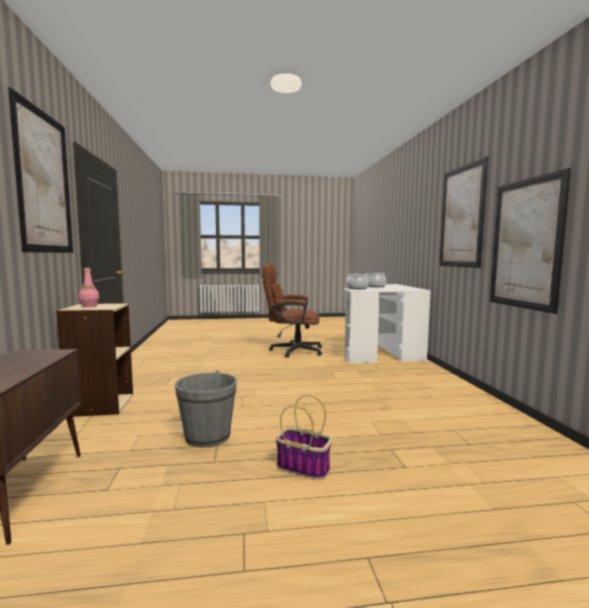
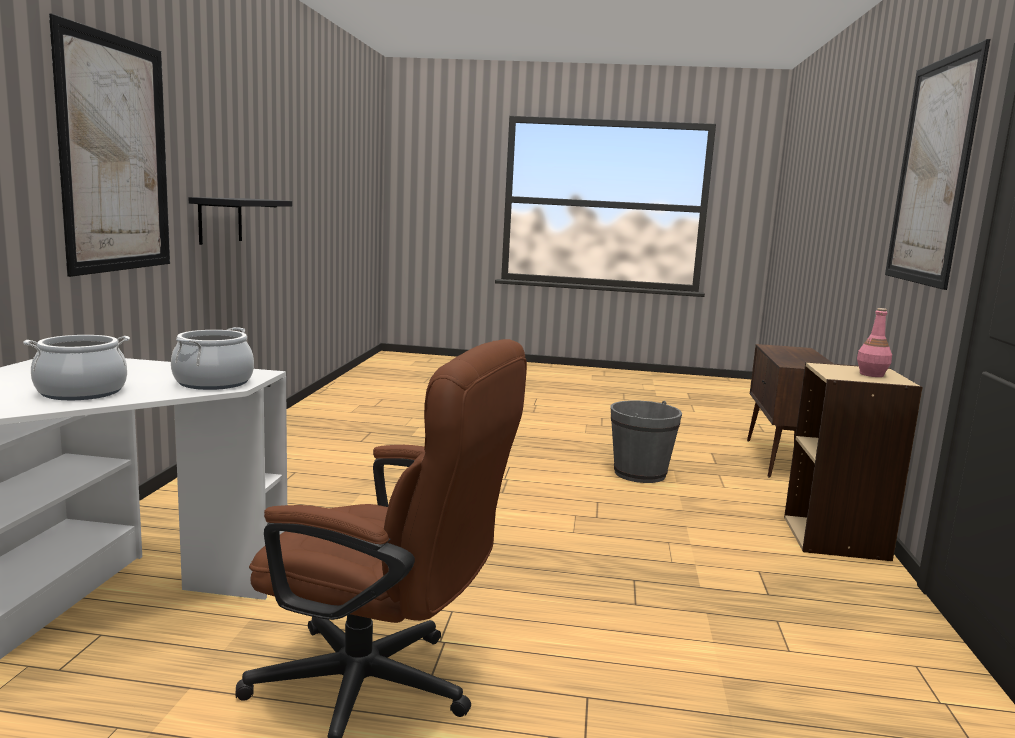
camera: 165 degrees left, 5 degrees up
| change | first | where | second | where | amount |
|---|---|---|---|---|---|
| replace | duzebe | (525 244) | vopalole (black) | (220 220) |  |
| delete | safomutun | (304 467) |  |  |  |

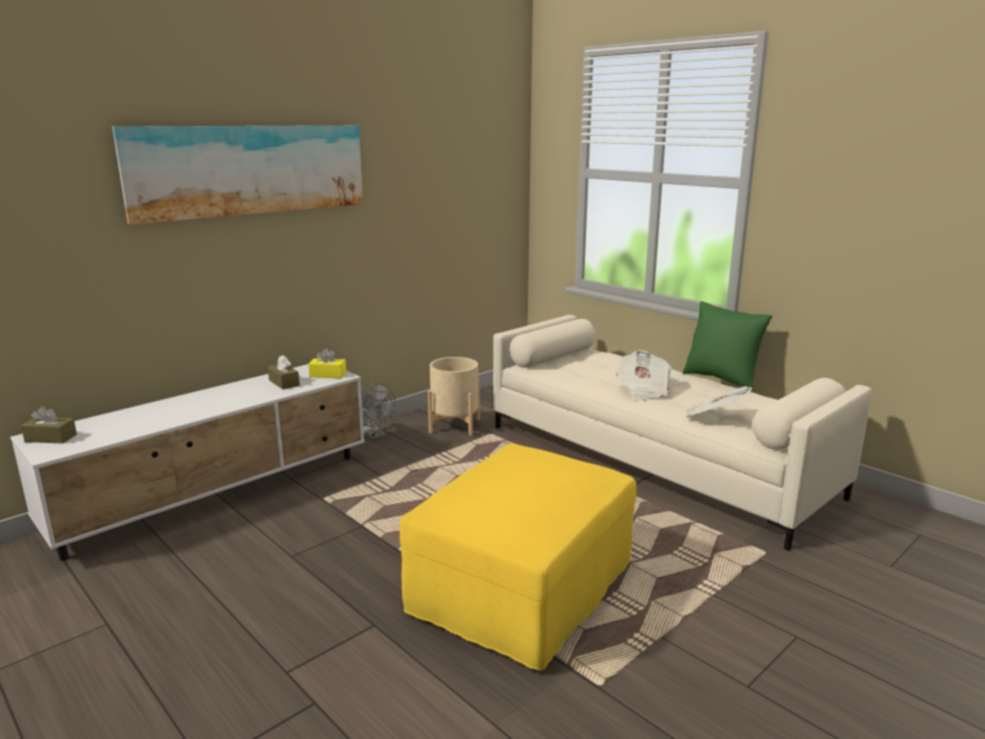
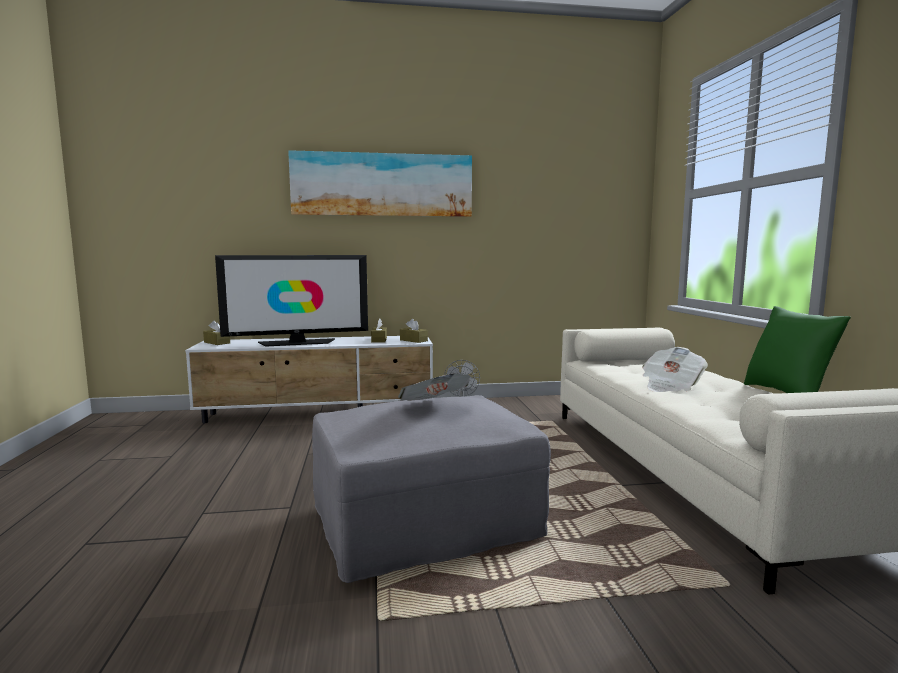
camera: 35 degrees right, 10 degrees down
| change | first | where | second | where | amount |
|---|---|---|---|---|---|
| recolor | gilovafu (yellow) | (328 375) | gilovafu (brown) | (413 340) |  |
| delete | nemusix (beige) | (455 425) |  |  |  |
| move | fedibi | (714 417) |  | (433 408) |  |
| recolor | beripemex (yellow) | (523 590) | beripemex (grey) | (424 525) |  |
| insert |  |  | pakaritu | (297 343) |  |

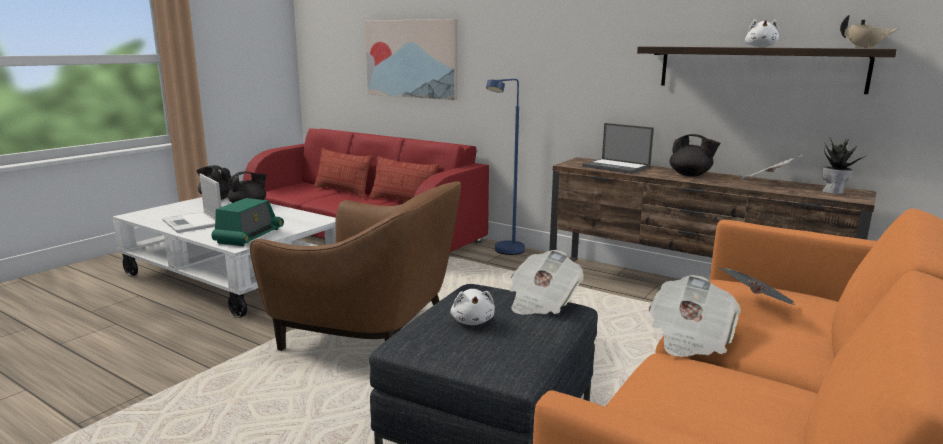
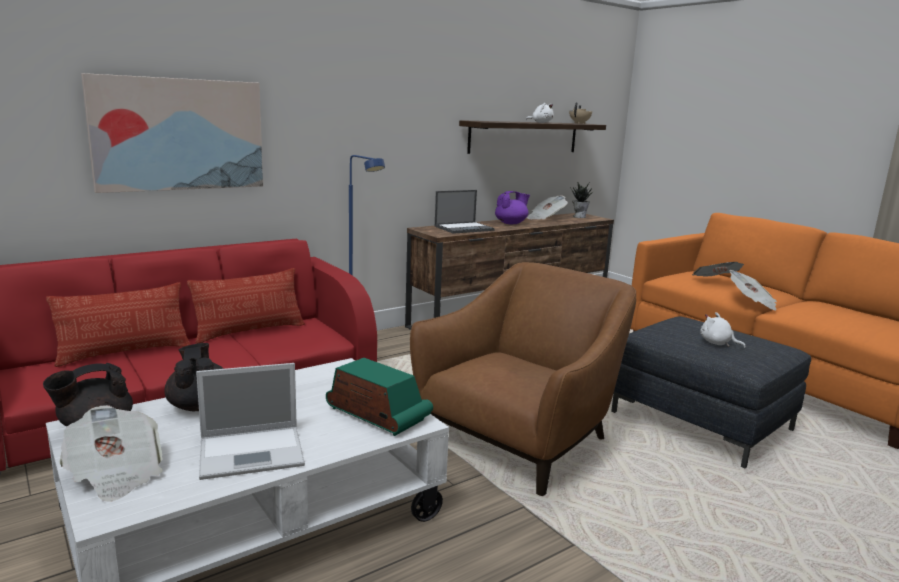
camera: 70 degrees left, 0 degrees up
| change | first | where | second | where | amount |
|---|---|---|---|---|---|
| recolor | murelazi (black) | (690 175) | murelazi (purple) | (511 223) |  |
| move | fedibi | (541 302) |  | (115 474) |  |
| rotate | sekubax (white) | (472 321) |  | (717 343) | 150 degrees counterclockwise |

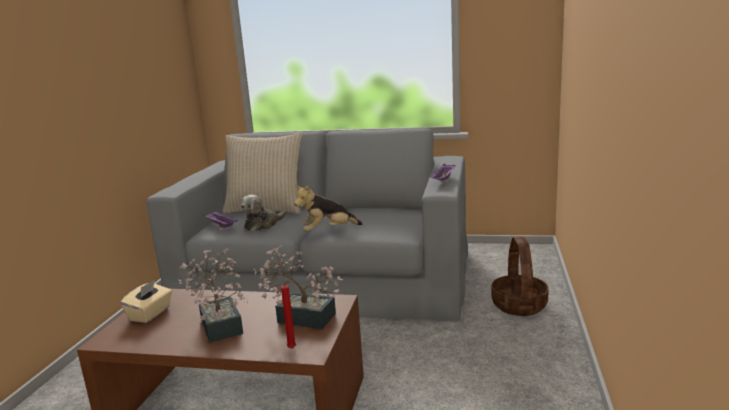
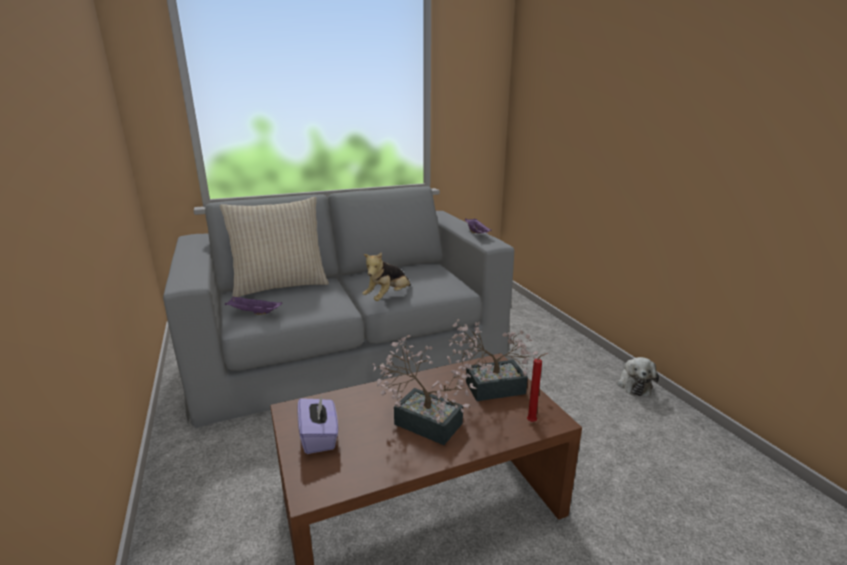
camera: 35 degrees left, 5 degrees up
| change | first | where | second | where | amount |
|---|---|---|---|---|---|
| move | sekubax | (263 225) |  | (634 384) |  |
| delete | safomutun | (519 305) |  |  |  |
| recolor | gilovafu (beige) | (150 314) | gilovafu (purple) | (319 437) |  |

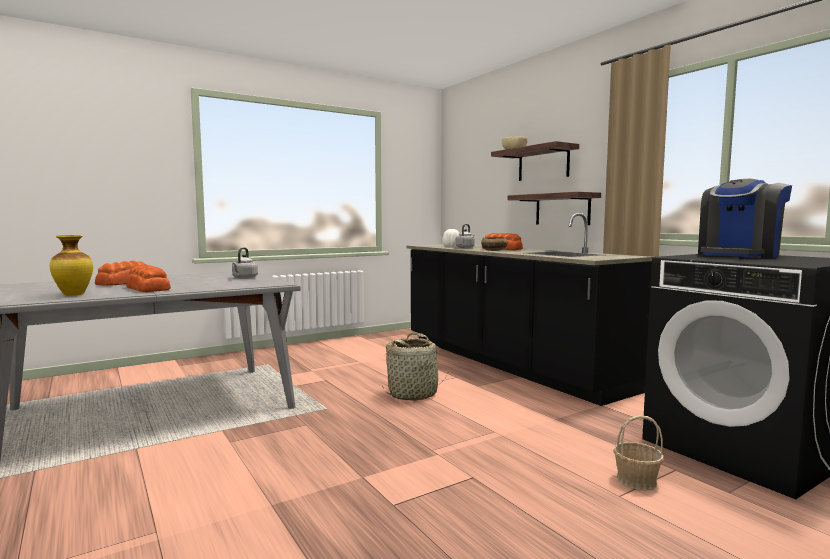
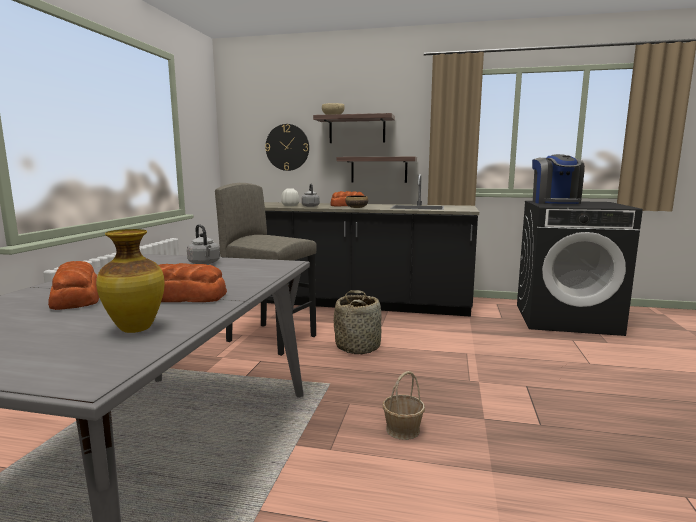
camera: 45 degrees left, 5 degrees up
| change | first | where | second | where | amount |
|---|---|---|---|---|---|
| move | safomutun | (636 480) |  | (402 429) |  |
| insert |  |  | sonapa | (287 147) |  |
| insert |  |  | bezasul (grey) | (271 338) |  |

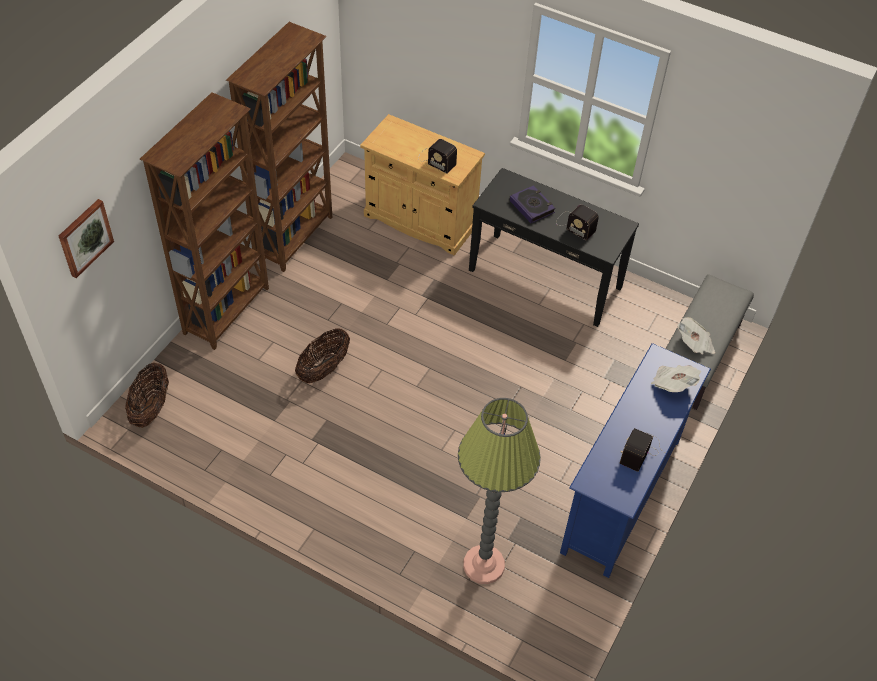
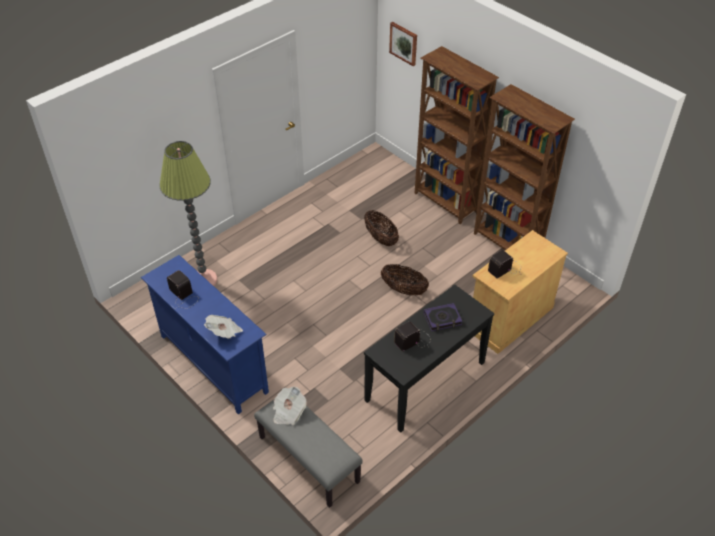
camera: 110 degrees right, 5 degrees down
| change | first | where | second | where | amount |
|---|---|---|---|---|---|
| move | safomutun | (151 408) |  | (404 290) |  |

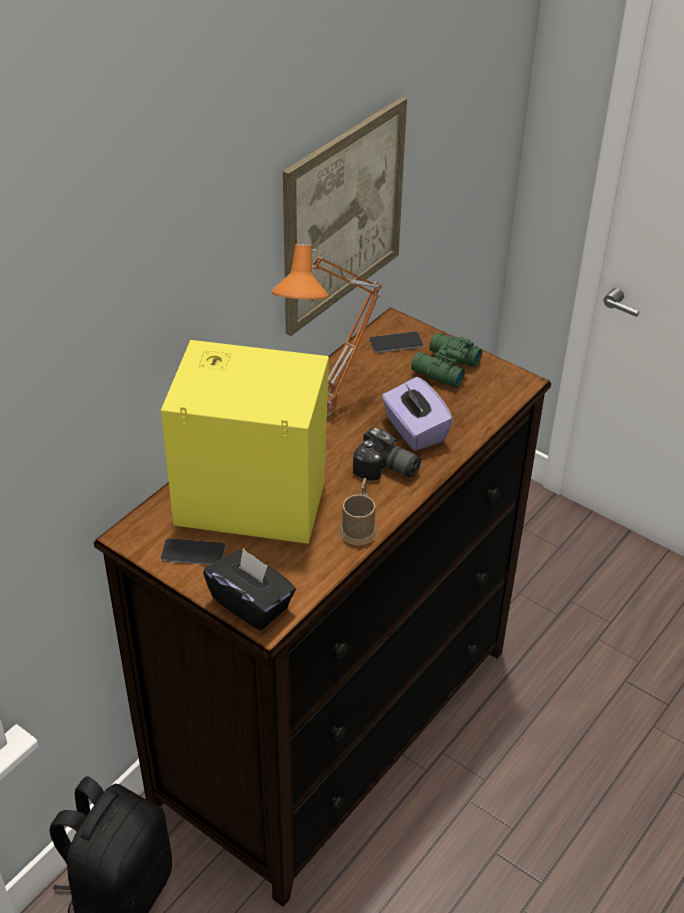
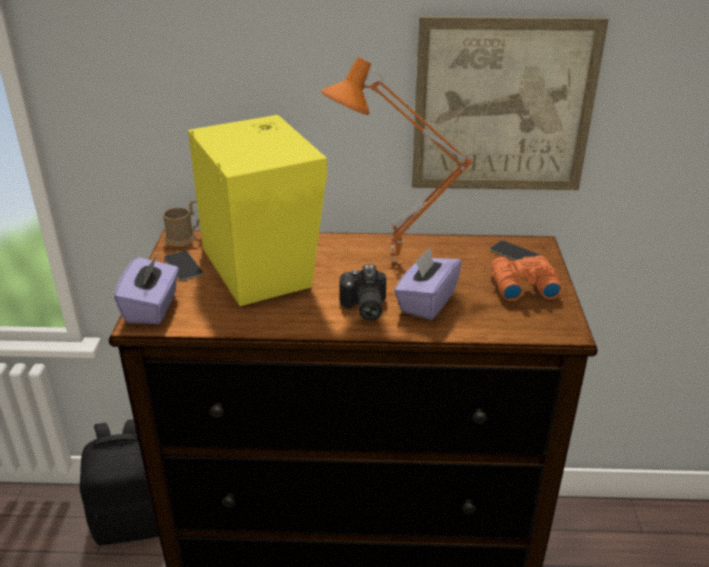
camera: 55 degrees right, 10 degrees down
| change | first | where | second | where | amount |
|---|---|---|---|---|---|
| recolor | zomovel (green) | (443 368) | zomovel (orange) | (522 286) |  |
| move | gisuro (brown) | (359 526) |  | (185 237) |  |
| recolor | gilovafu (black) | (251 604) | gilovafu (purple) | (152 308) |  |

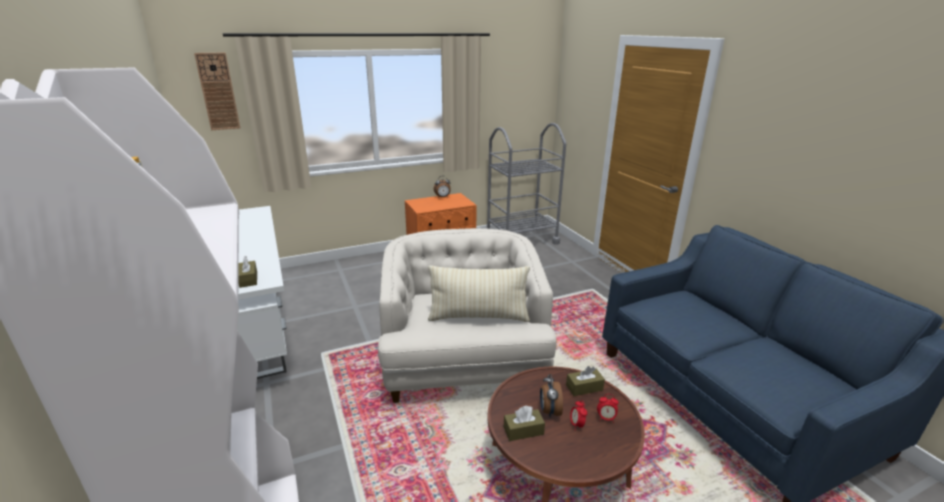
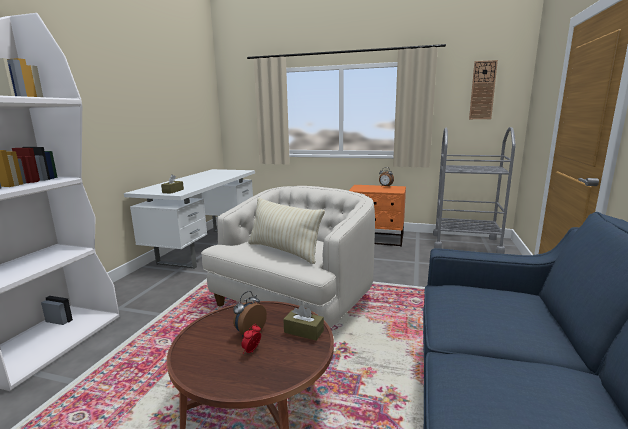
camera: 40 degrees right, 10 degrees down
| change | first | where | second | where | amount |
|---|---|---|---|---|---|
| move | sonapa | (218 92) |  | (482 90) |  |
| delete | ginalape | (606 418) |  |  |  |
| delete | gilovafu (brown) | (523 430) |  |  |  |

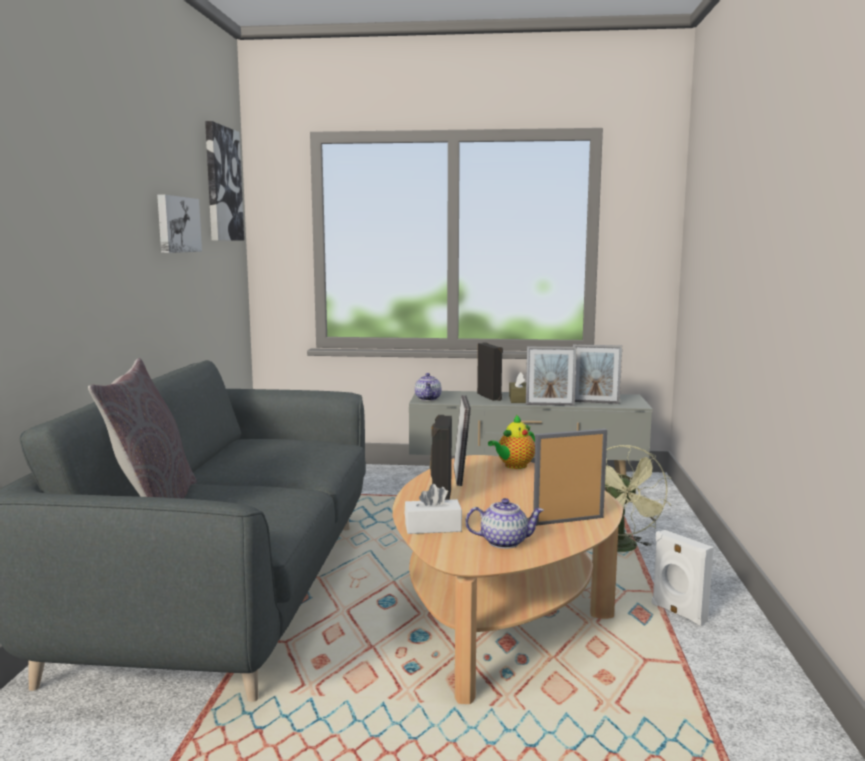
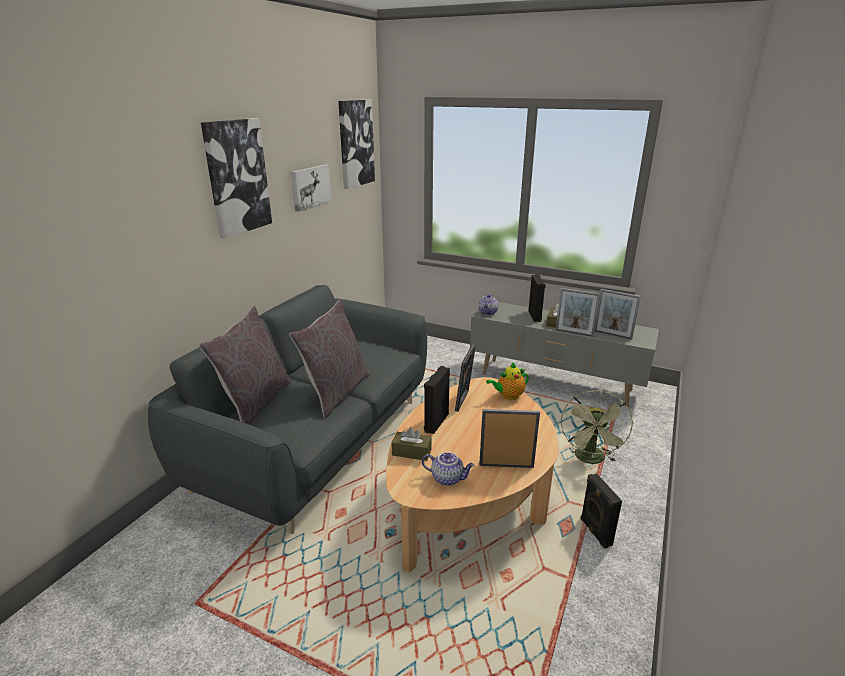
camera: 20 degrees right, 15 degrees up
| change | first | where | second | where | amount |
|---|---|---|---|---|---|
| recolor | gilovafu (white) | (433 527) | gilovafu (brown) | (411 452) |  |
| recolor | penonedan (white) | (677 613) | penonedan (black) | (594 532) |  |
| insert |  |  | duzebe | (237 177) |  |
| insert |  |  | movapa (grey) | (336 392) |  |

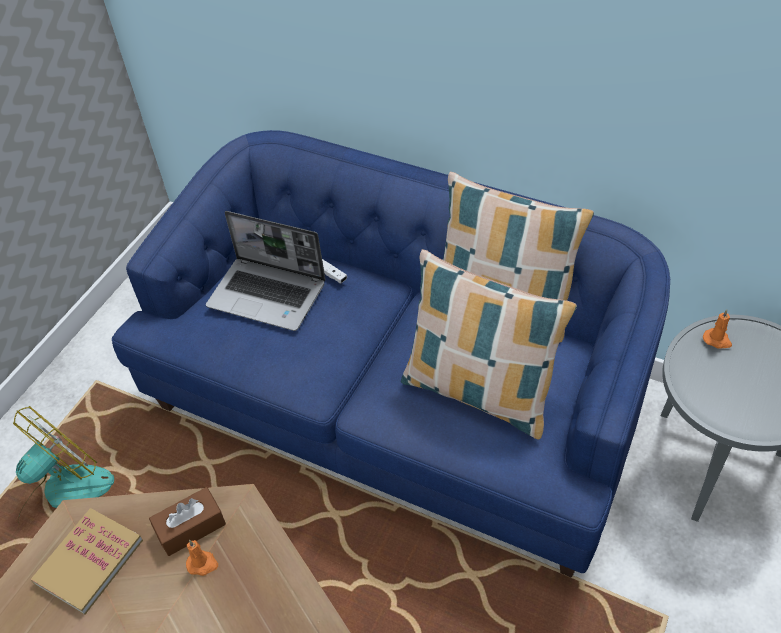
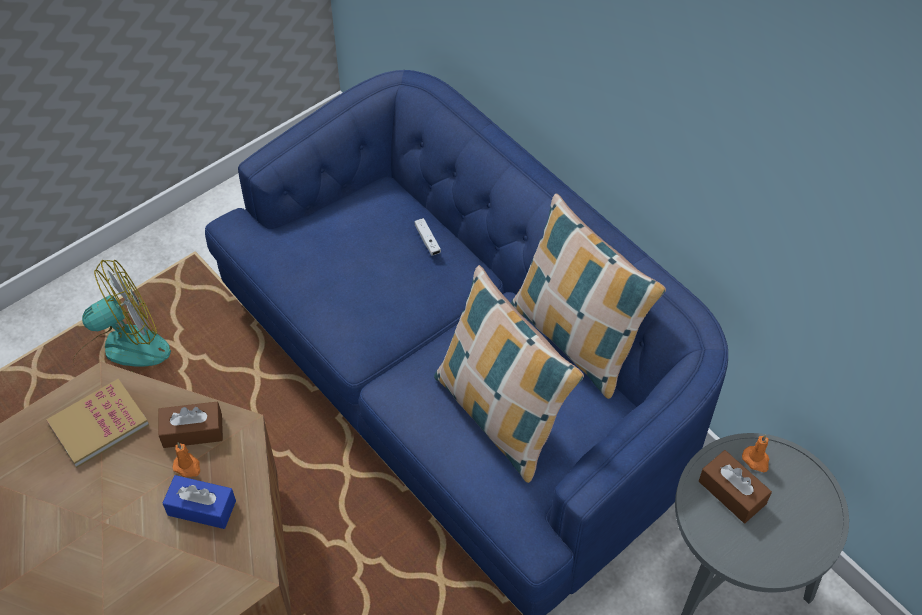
camera: 20 degrees right, 5 degrees up
| change | first | where | second | where | amount |
|---|---|---|---|---|---|
| delete | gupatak | (269 295) |  |  |  |
| insert |  |  | gilovafu (brown) | (732 492) |  |
| insert |  |  | gilovafu (blue) | (201 508) |  |

